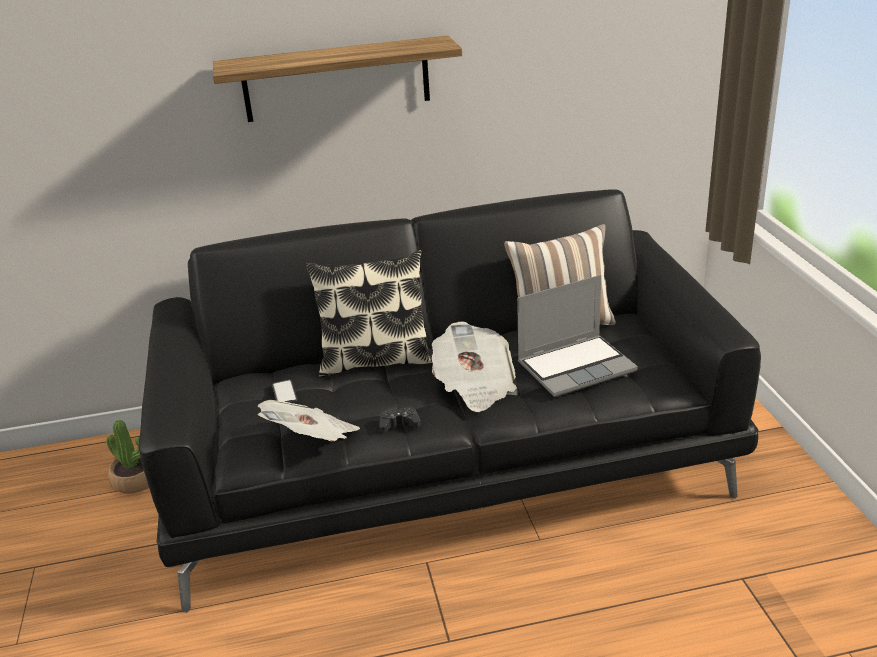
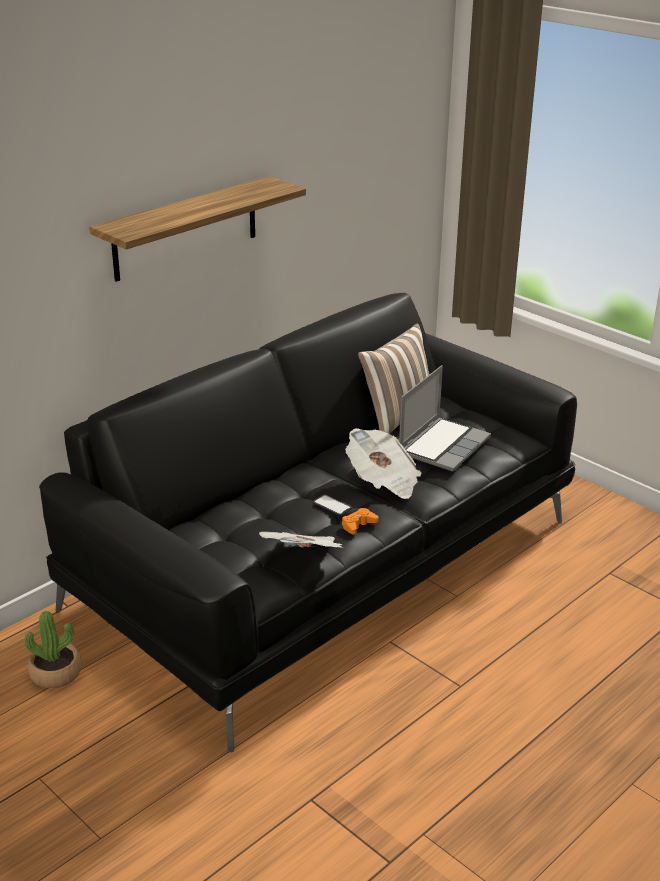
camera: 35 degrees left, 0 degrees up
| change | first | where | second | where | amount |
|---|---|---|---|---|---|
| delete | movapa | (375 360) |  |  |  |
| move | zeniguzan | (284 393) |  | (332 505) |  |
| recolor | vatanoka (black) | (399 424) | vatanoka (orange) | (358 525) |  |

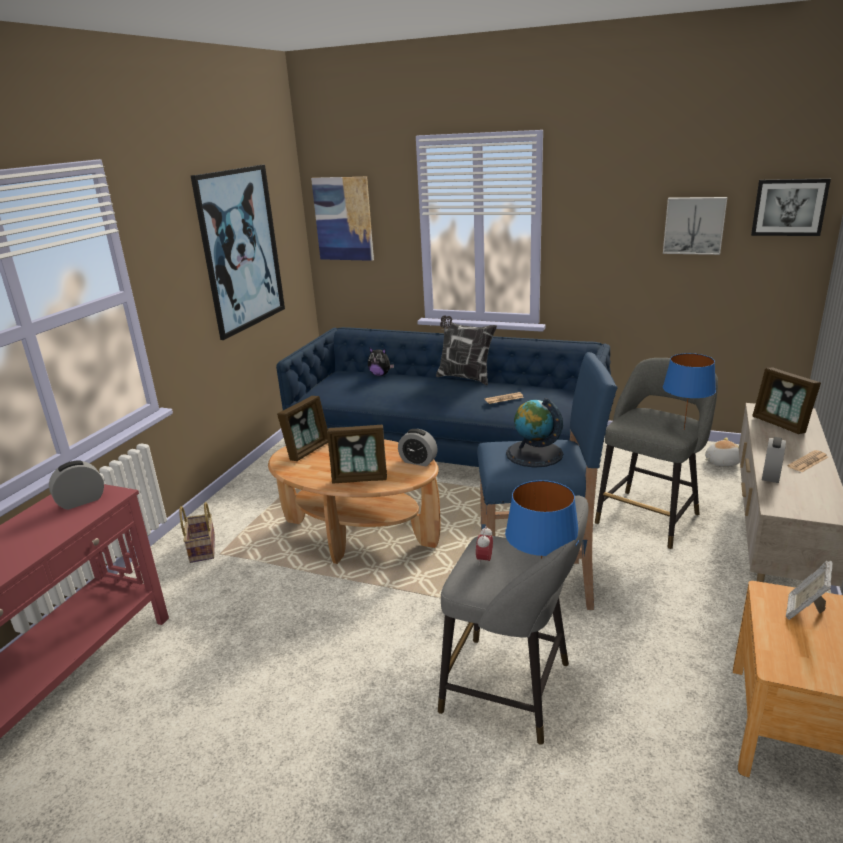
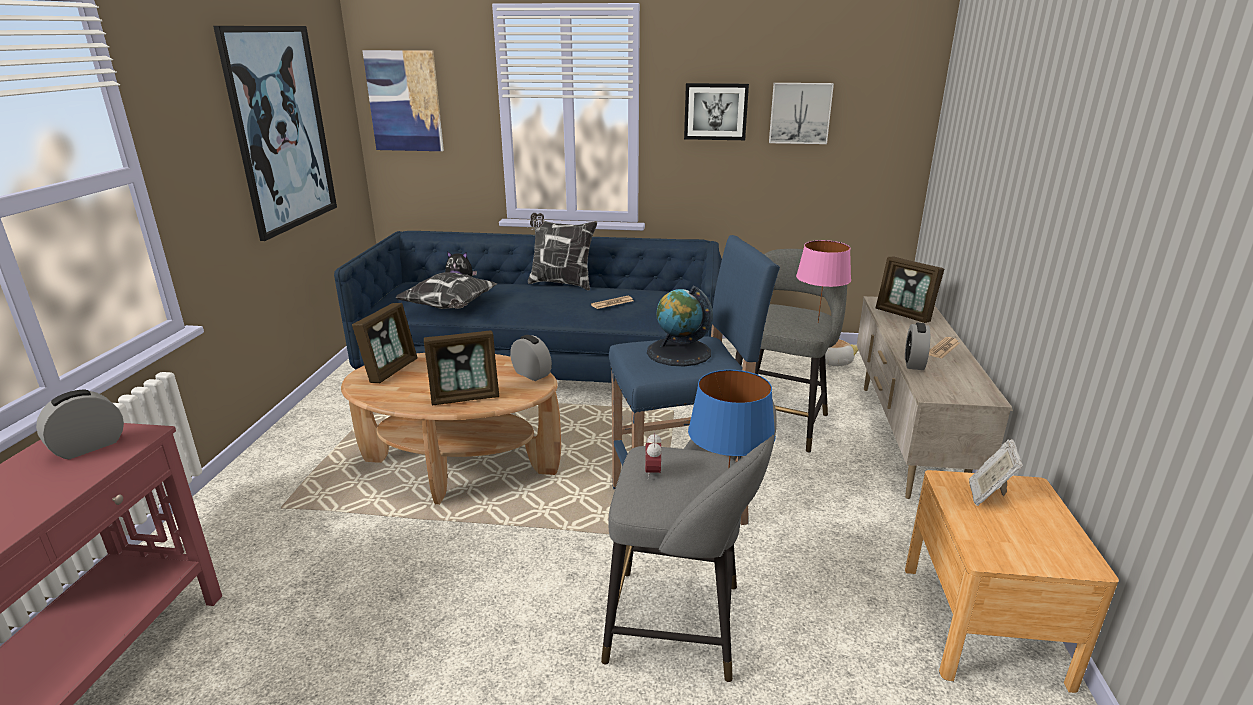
camera: 15 degrees left, 0 degrees up
| change | first | where | second | where | amount |
|---|---|---|---|---|---|
| move | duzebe | (789 207) |  | (715 111) |  |
| recolor | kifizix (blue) | (684 429) | kifizix (pink) | (818 322) |  |
| rotate | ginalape | (418 461) |  | (531 374) | 150 degrees counterclockwise |
| delete | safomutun | (201 548) |  |  |  |
| insert |  |  | movapa | (450 308) |  |

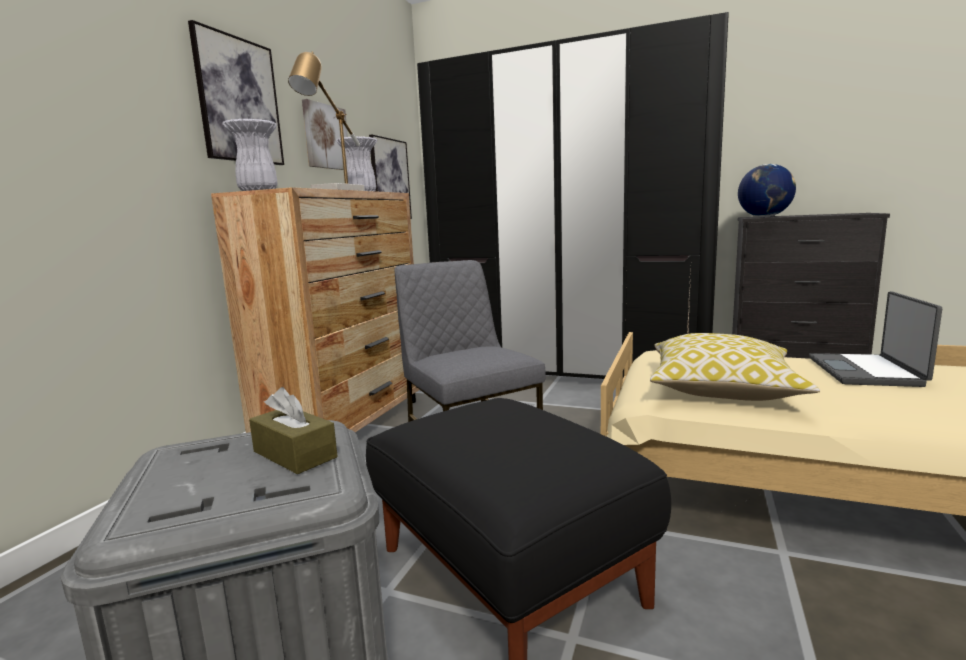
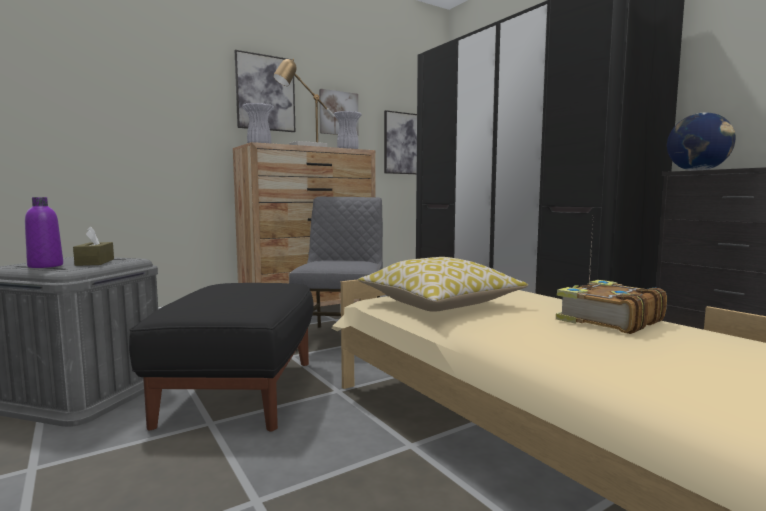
camera: 35 degrees right, 5 degrees down
| change | first | where | second | where | amount |
|---|---|---|---|---|---|
| replace | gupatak | (866 372) | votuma | (608 320) |  |
| insert |  |  | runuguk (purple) | (45 266) |  |

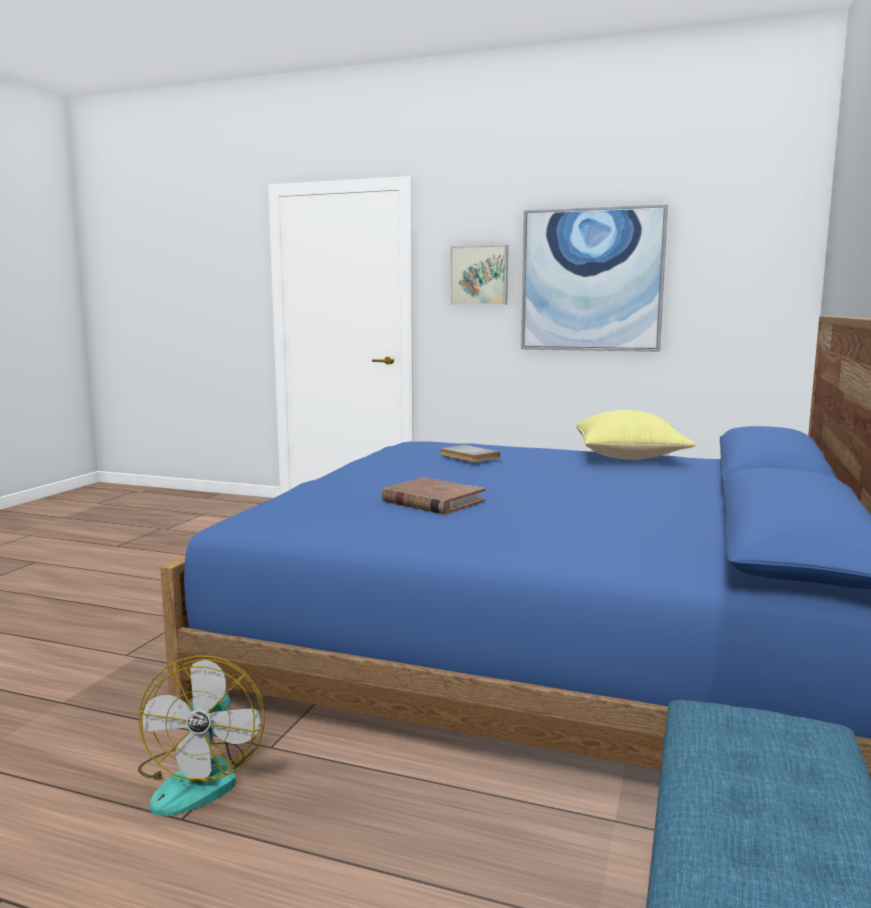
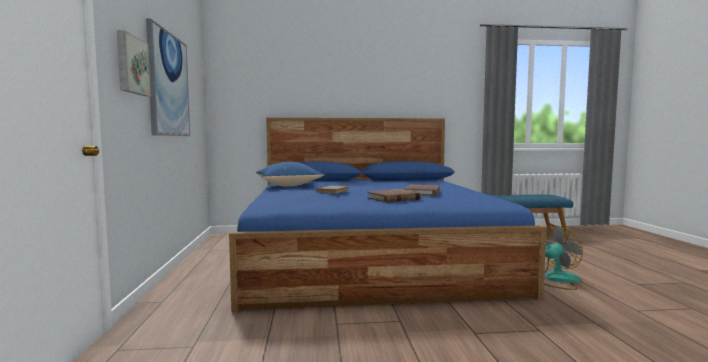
camera: 115 degrees left, 5 degrees down
| change | first | where | second | where | amount |
|---|---|---|---|---|---|
| recolor | movapa (yellow) | (630 458) | movapa (blue) | (289 186) |  |
| insert |  |  | votuma (brown) | (394 198) |  |

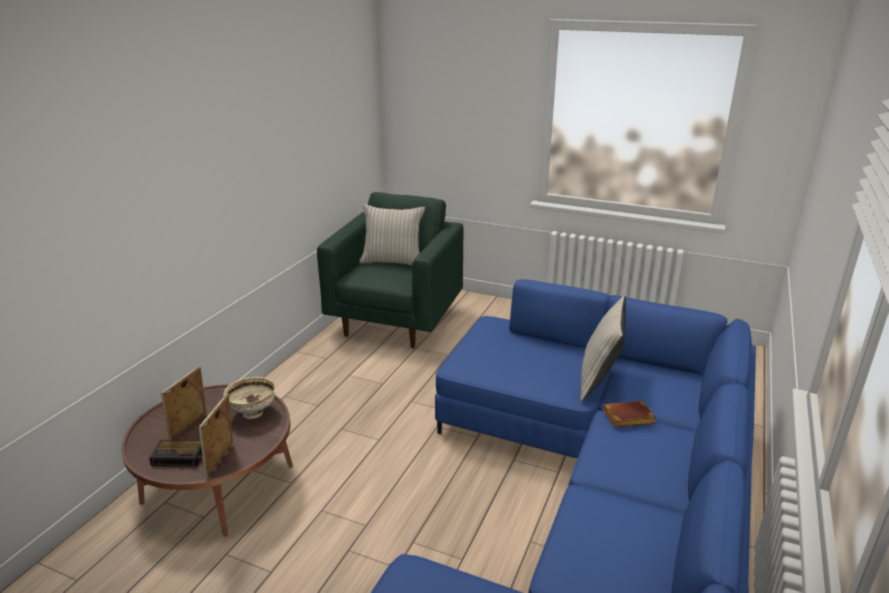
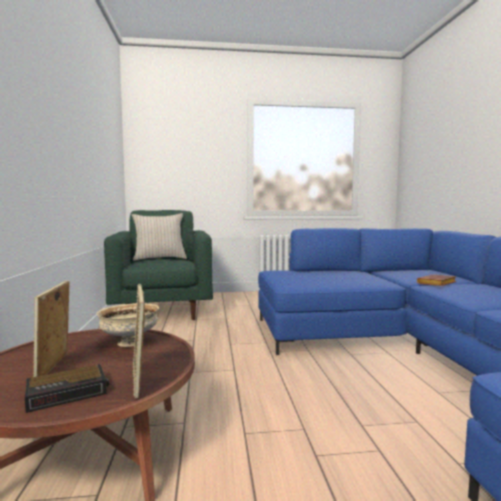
camera: 30 degrees left, 20 degrees down
| change | first | where | second | where | amount |
|---|---|---|---|---|---|
| delete | movapa (beige) | (599 380) |  |  |  |

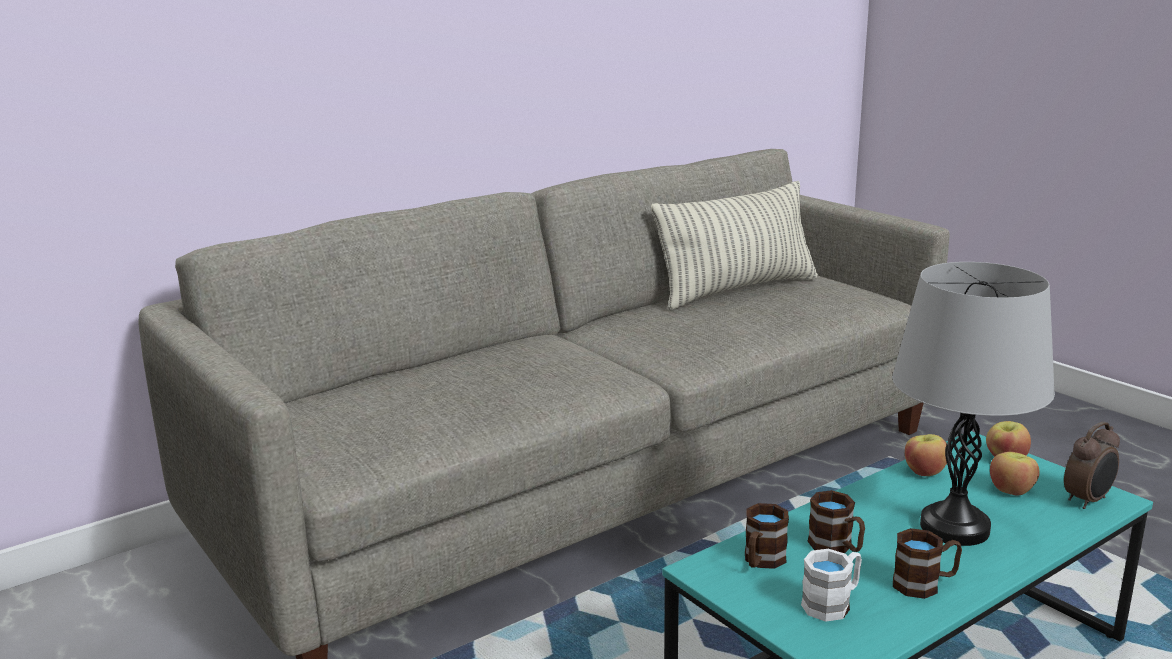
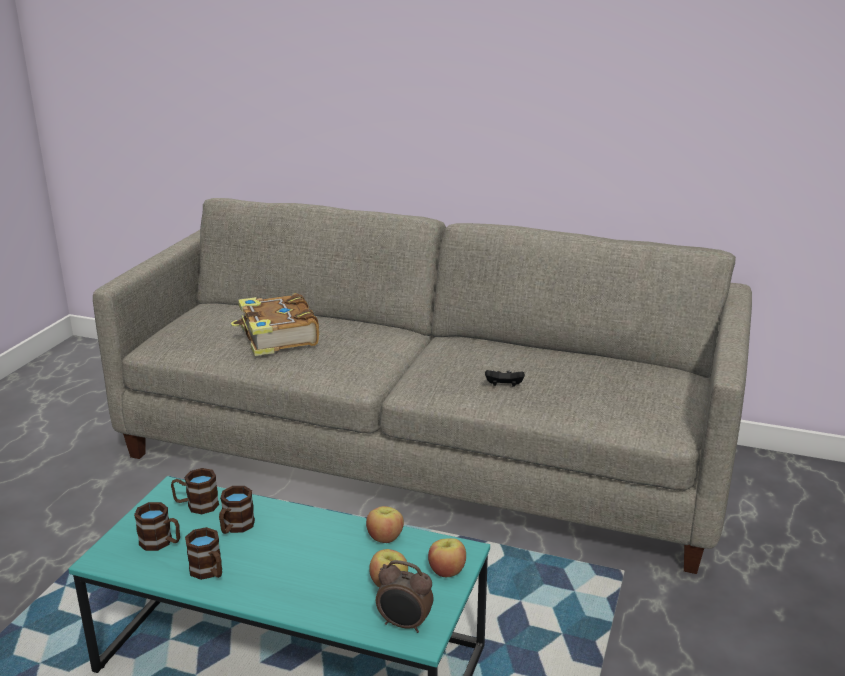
camera: 55 degrees right, 5 degrees up
| change | first | where | second | where | amount |
|---|---|---|---|---|---|
| delete | movapa | (737 290) |  |  |  |
| delete | kifizix (grey) | (954 528) |  |  |  |
| recolor | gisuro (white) | (833 603) | gisuro (brown) | (161 542) |  |
| insert |  |  | votuma | (277 337) |  |
| insert |  |  | vatanoka (black) | (504 386) |  |

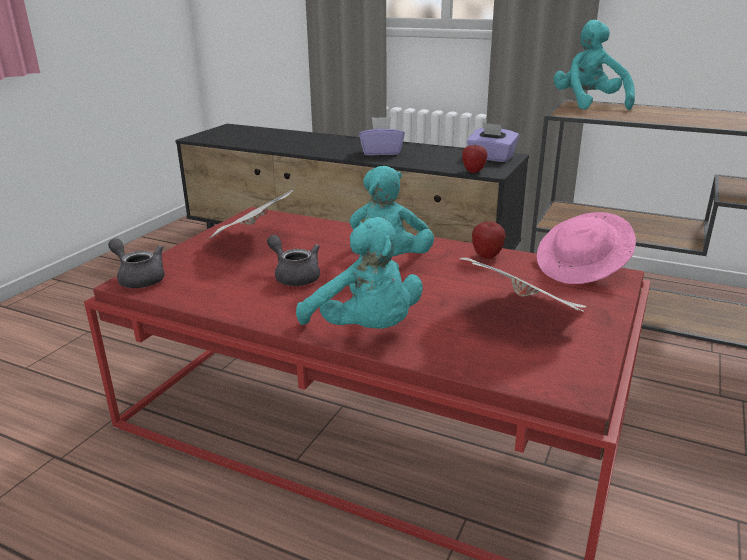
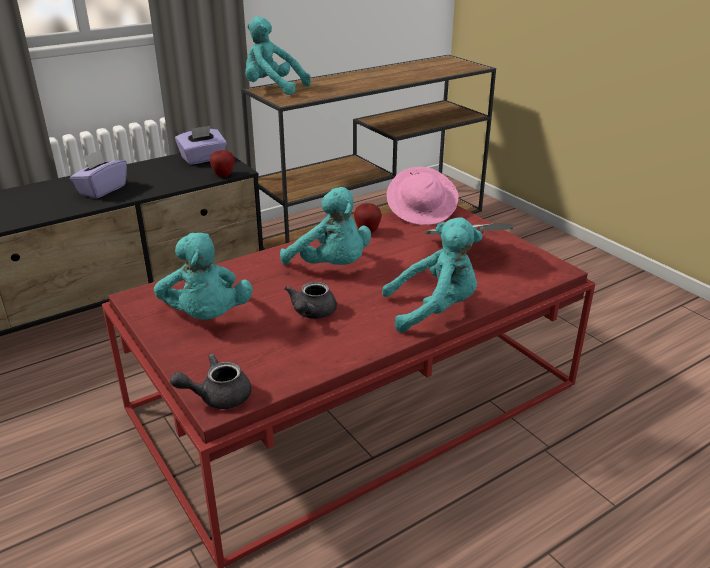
camera: 60 degrees left, 5 degrees up
| change | first | where | second | where | amount |
|---|---|---|---|---|---|
| replace | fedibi | (249 242) | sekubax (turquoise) | (206 317) |  |
| rotate | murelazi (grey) | (294 276) |  | (311 313) | 60 degrees counterclockwise |

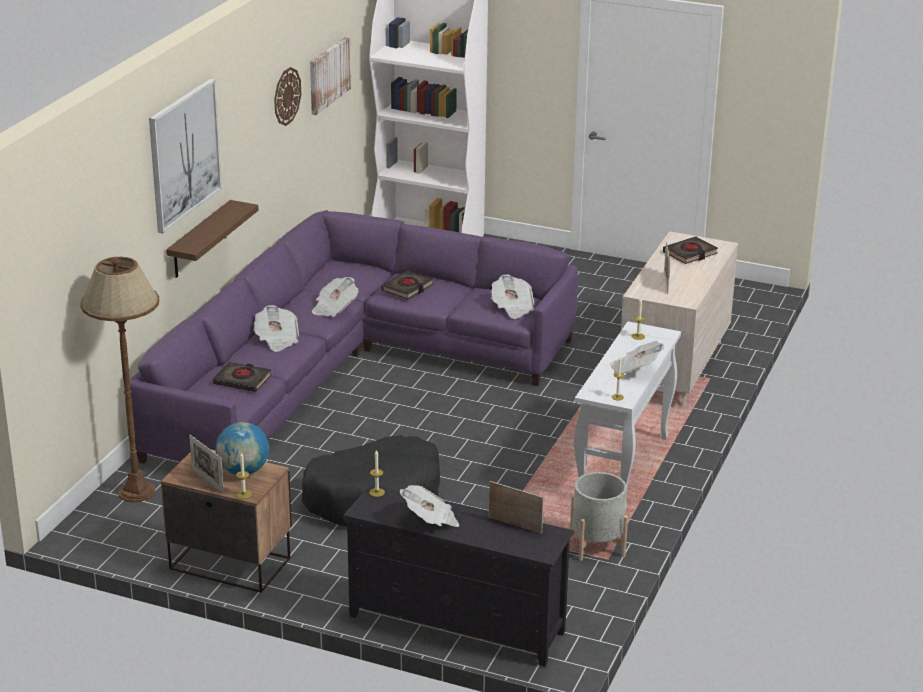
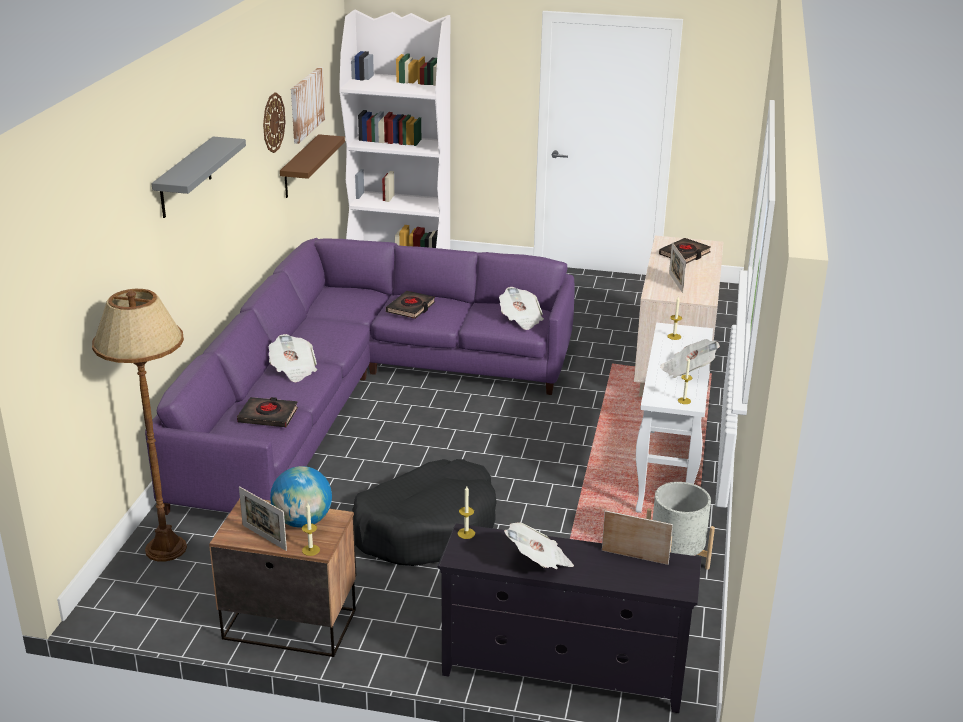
camera: 10 degrees left, 0 degrees up
| change | first | where | second | where | amount |
|---|---|---|---|---|---|
| replace | duzebe | (184 154) | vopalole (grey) | (185 178) |  |
| move | vopalole (brown) | (200 240) |  | (300 167) |  |
| delete | fedibi | (334 308) |  |  |  |

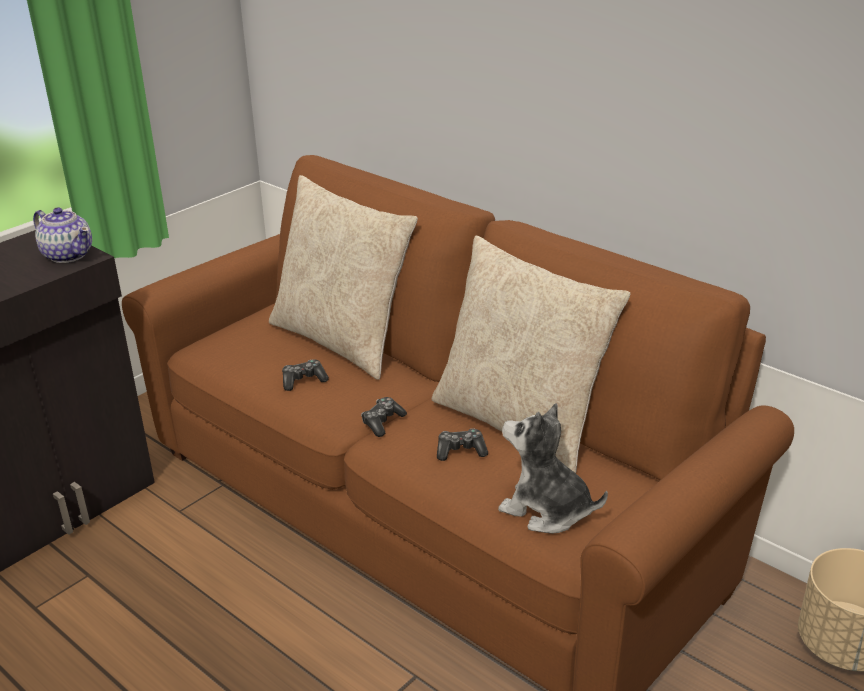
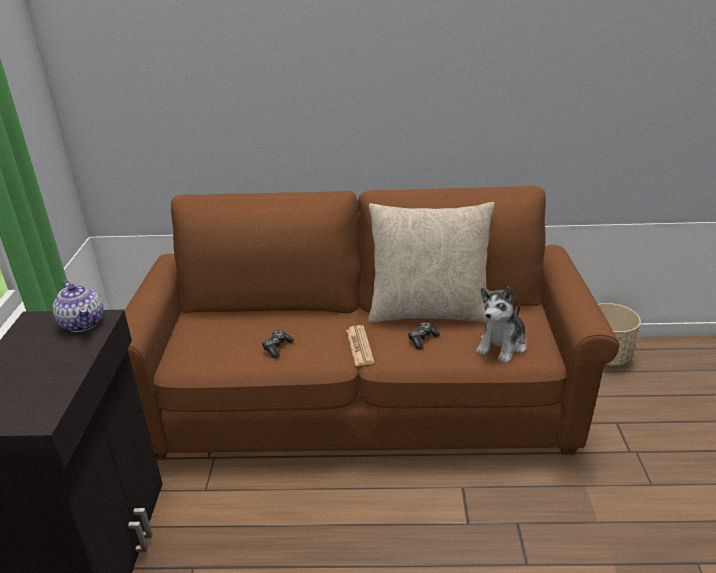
camera: 40 degrees left, 0 degrees up
| change | first | where | second | where | amount |
|---|---|---|---|---|---|
| delete | movapa (beige) | (342 340) |  |  |  |
| rotate | murelazi | (68 255) |  | (83 323) | 60 degrees clockwise |
| replace | vatanoka | (382 422) | fedibi | (359 346) |  |
| rotate | sekubax | (546 510) |  | (502 345) | 45 degrees counterclockwise |

